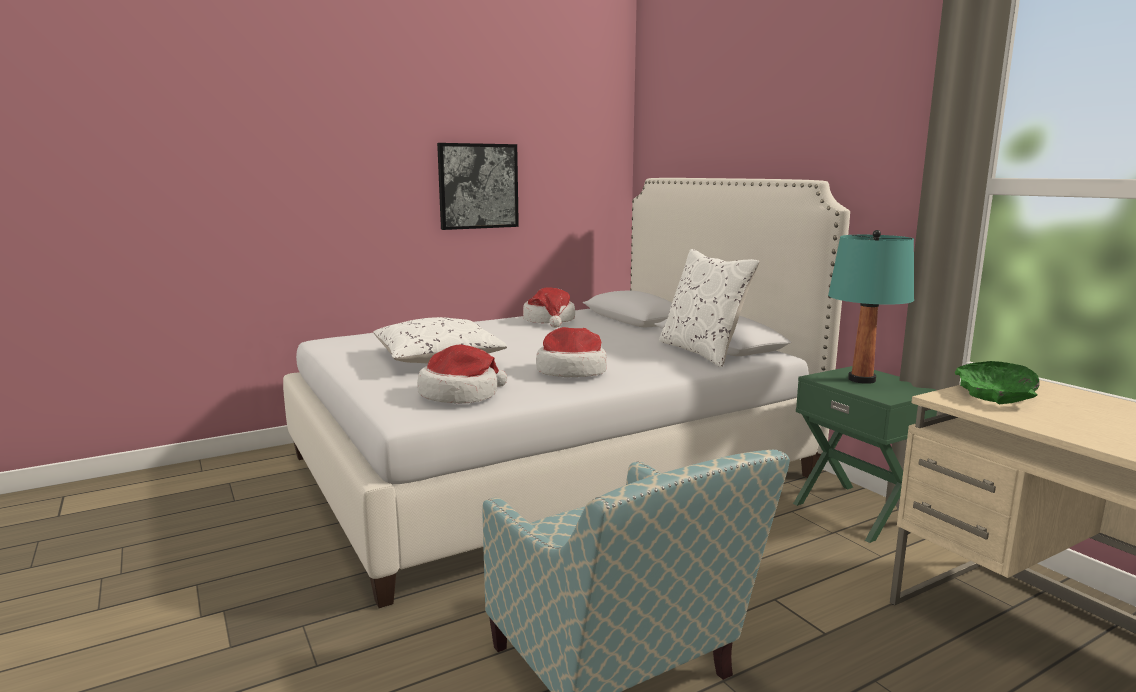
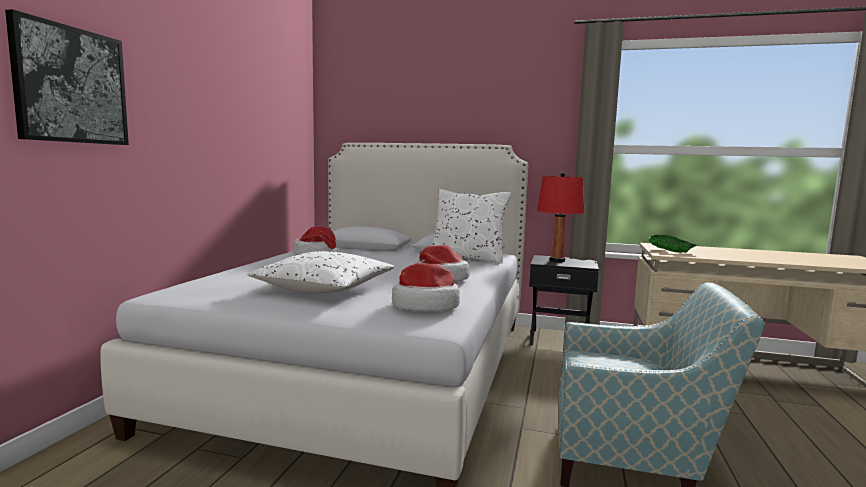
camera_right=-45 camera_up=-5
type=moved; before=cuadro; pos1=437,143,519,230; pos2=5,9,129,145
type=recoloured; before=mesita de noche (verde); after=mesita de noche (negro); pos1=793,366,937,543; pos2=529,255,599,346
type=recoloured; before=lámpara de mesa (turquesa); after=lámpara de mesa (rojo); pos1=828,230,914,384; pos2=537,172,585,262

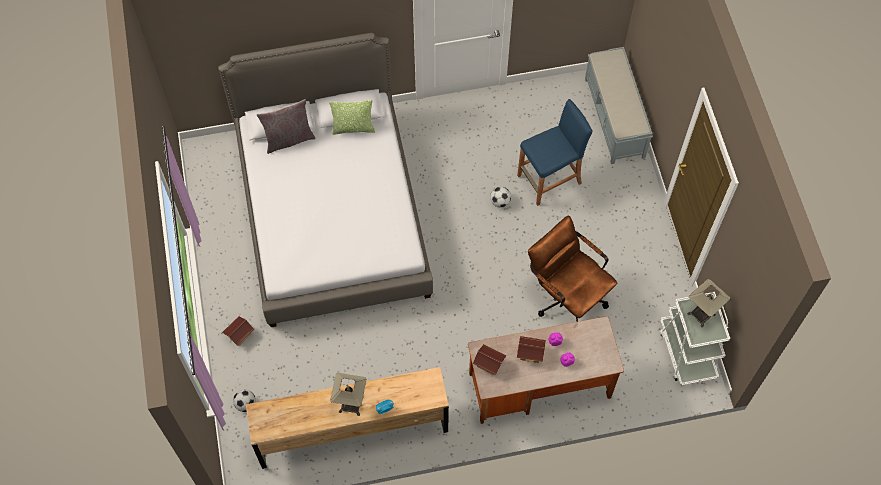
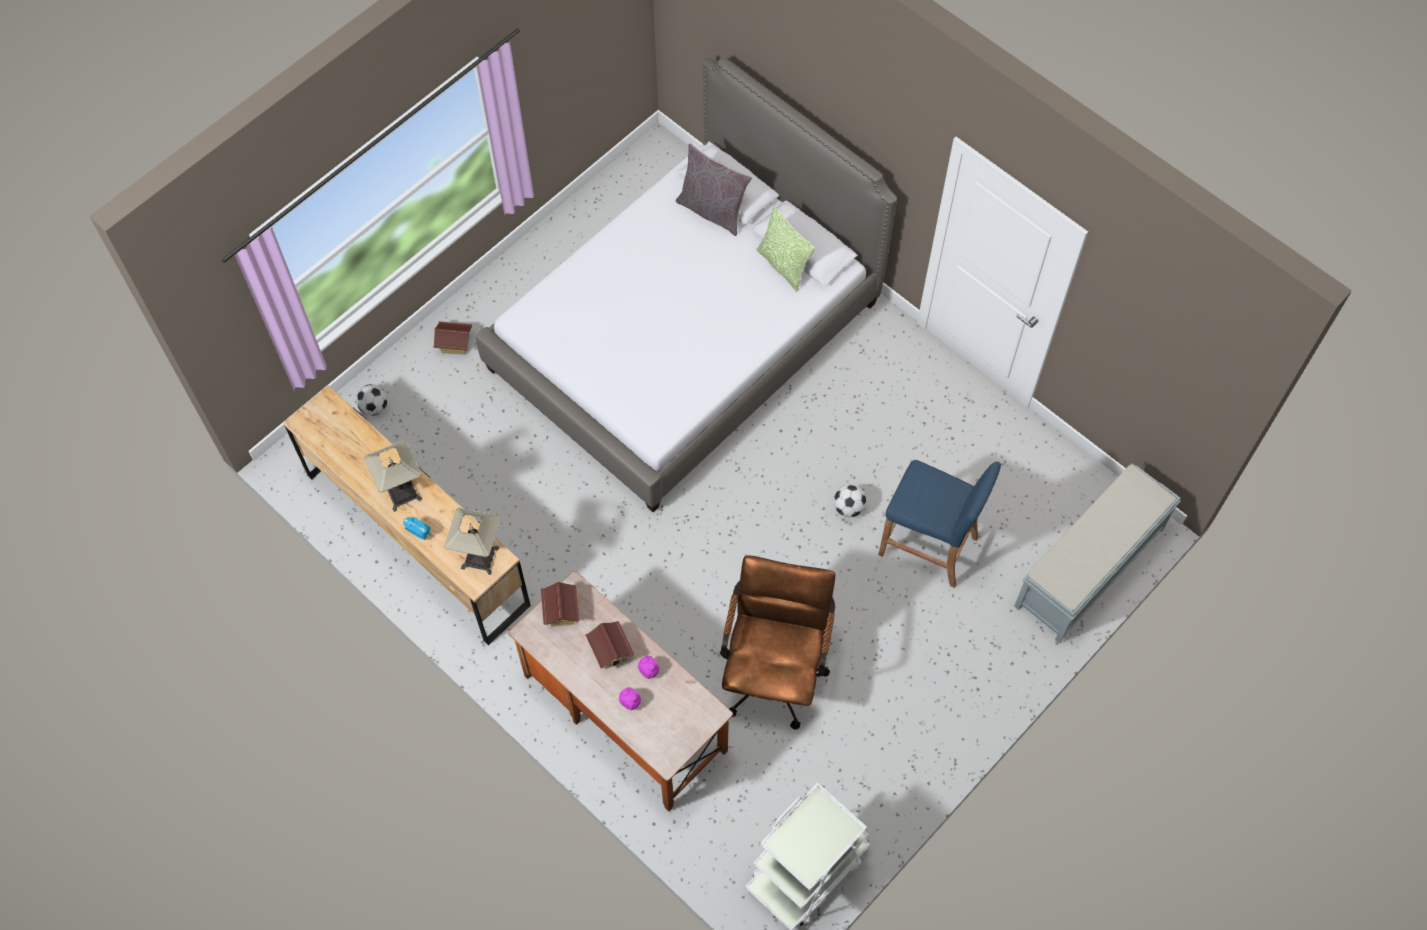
camera_right=55 camera_up=0
type=moved; before=lámpara de mesa; pos1=687,279,730,328; pos2=445,508,501,575

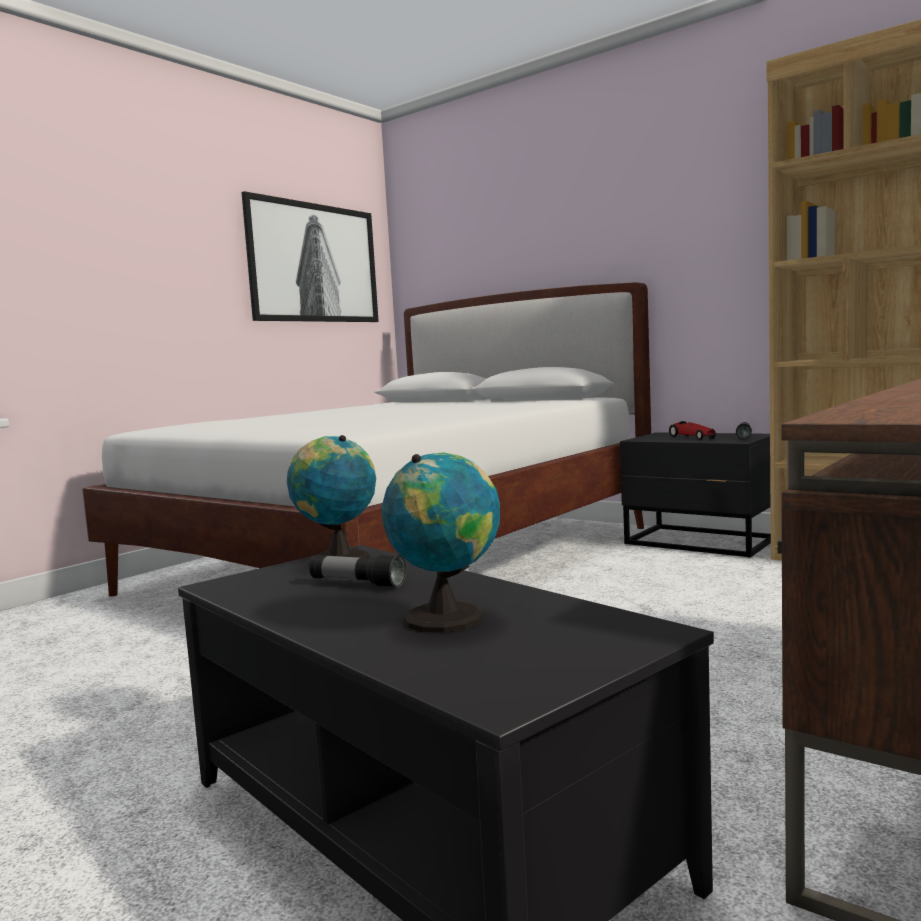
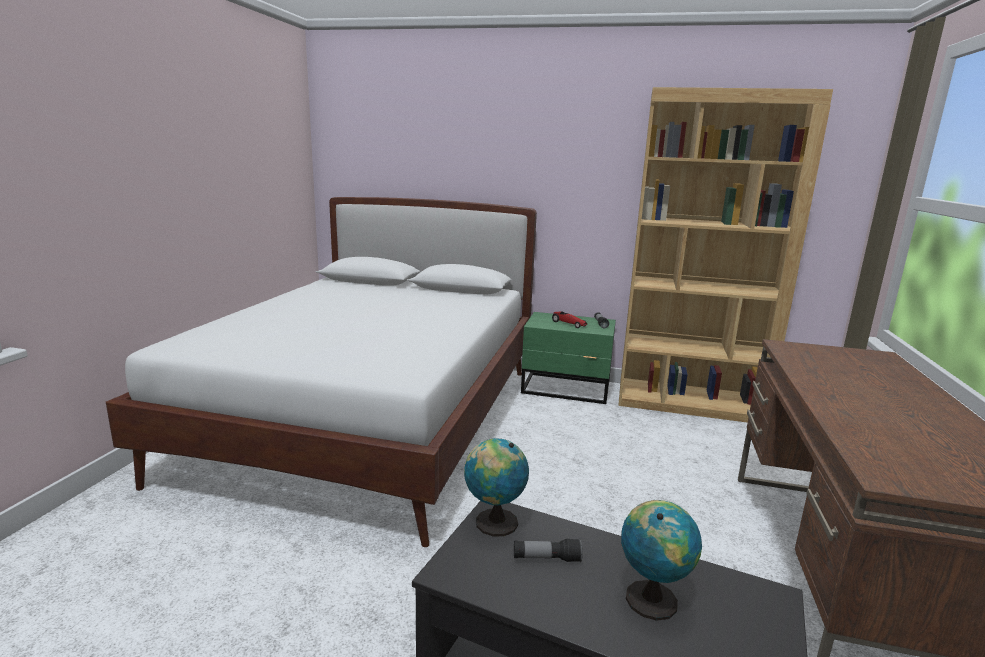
camera_right=-25 camera_up=10
type=recoloured; before=mesita de noche (negro); after=mesita de noche (verde); pos1=620,432,771,557; pos2=521,312,616,404
type=removed; before=cuadro; pos1=241,191,379,322

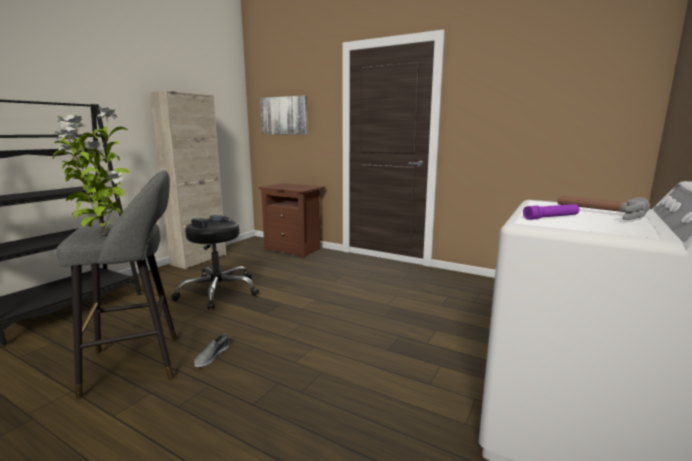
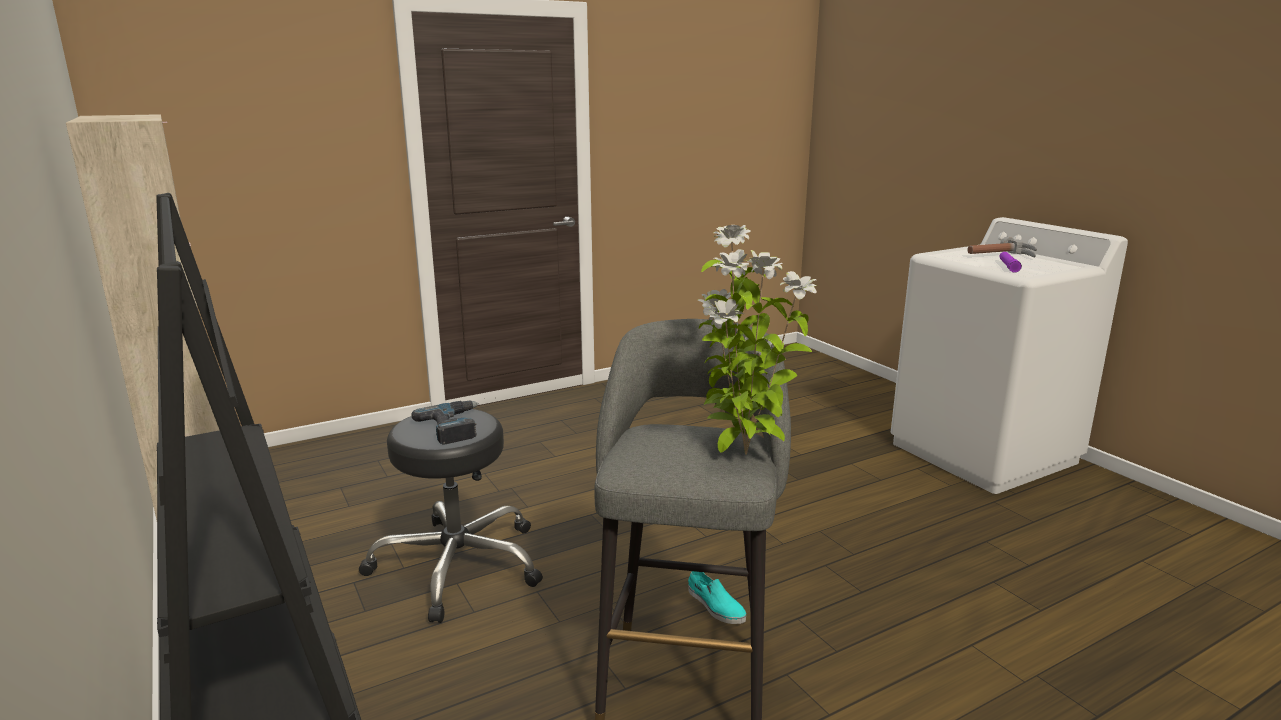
camera_right=-60 camera_up=5
type=recoloured; before=zapato (gris); after=zapato (turquesa); pos1=194,334,229,367; pos2=688,571,746,624
type=removed; before=mesita de noche (marrón); pos1=258,183,325,259
type=removed; before=cuadro; pos1=260,96,308,135

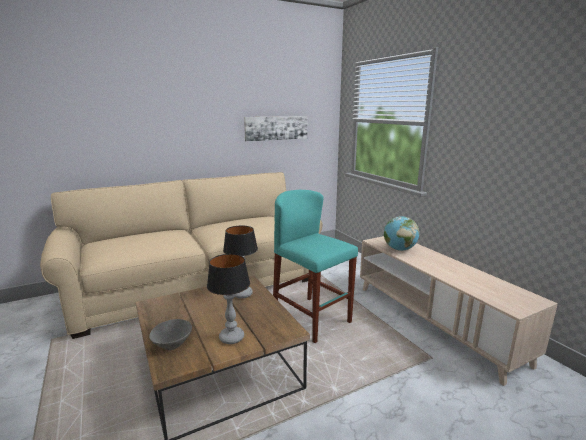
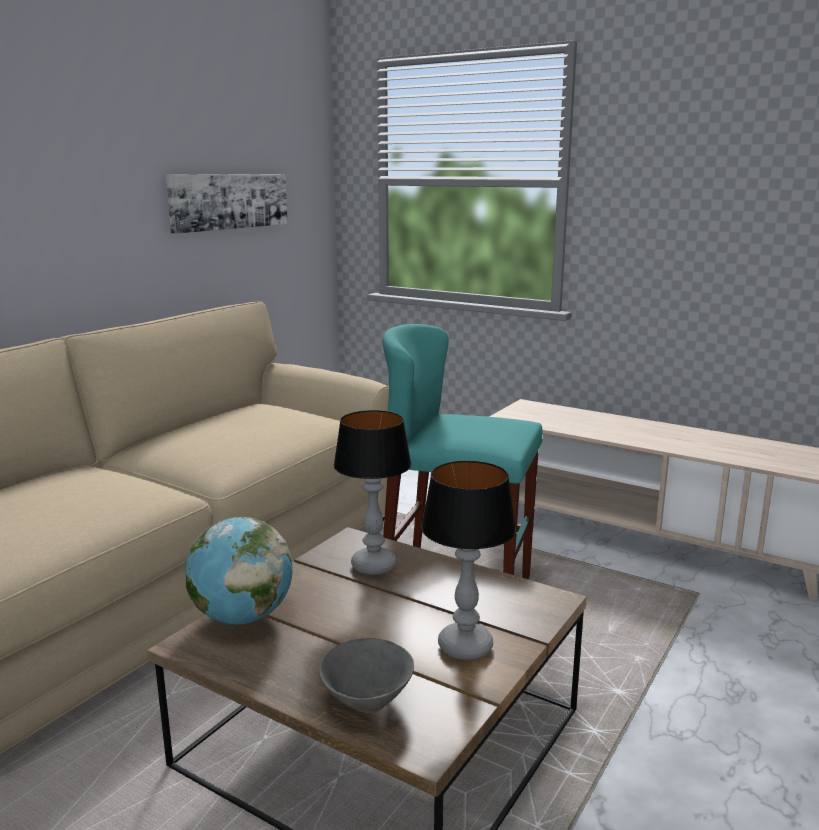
camera_right=-30 camera_up=0
type=moved; before=globo terráqueo; pos1=384,216,419,251; pos2=185,517,293,625

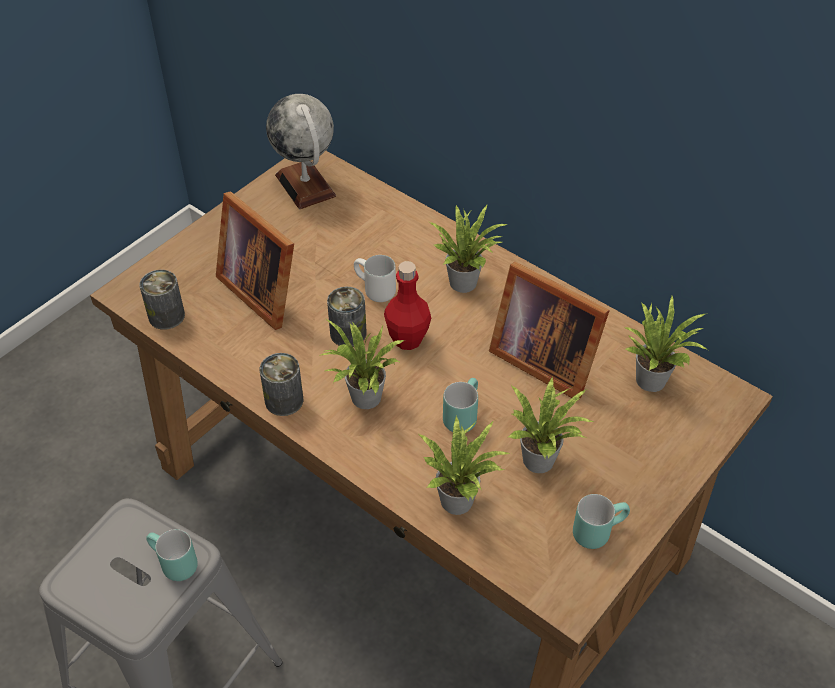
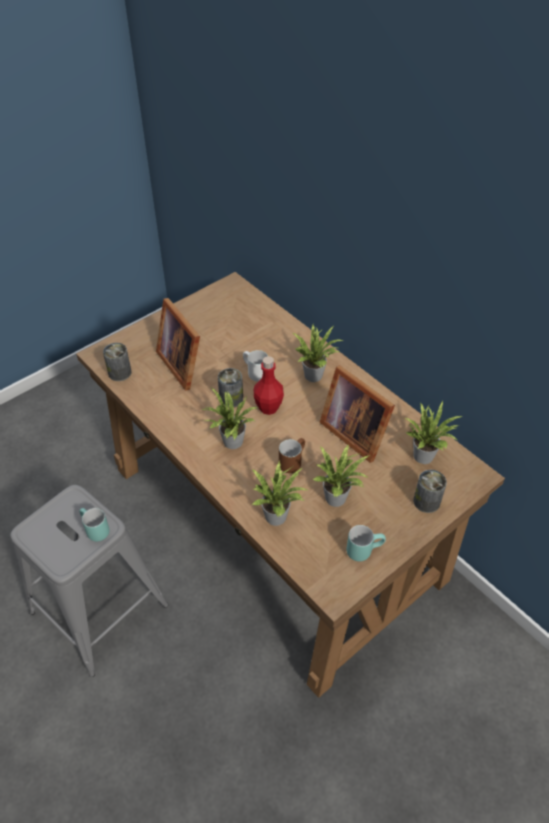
camera_right=10 camera_up=0
type=recoloured; before=taza grande (turquesa); after=taza grande (marrón); pos1=443,378,478,432; pos2=279,438,305,473
type=moved; before=lata; pos1=260,353,303,416; pos2=413,470,447,513
type=removed; before=globo terráqueo; pos1=266,94,336,209

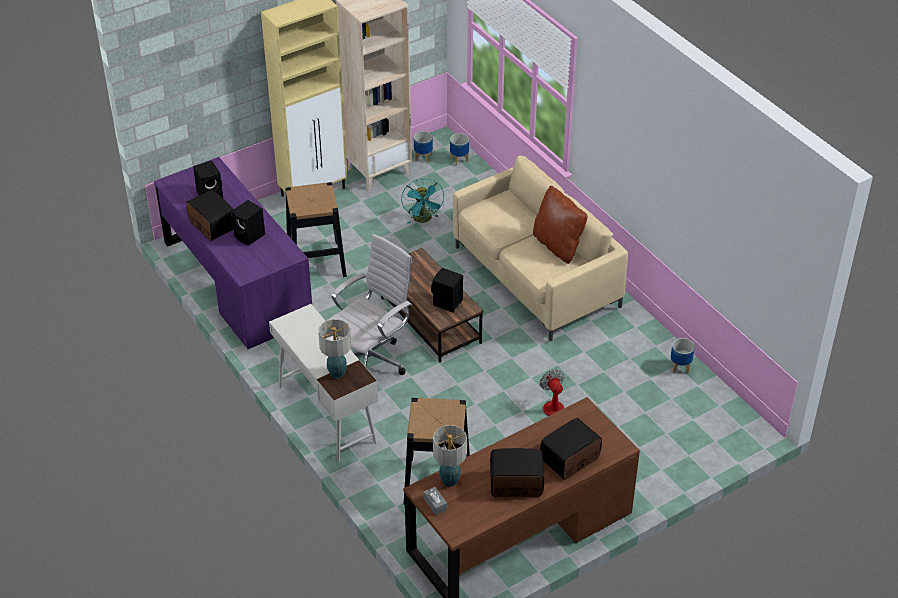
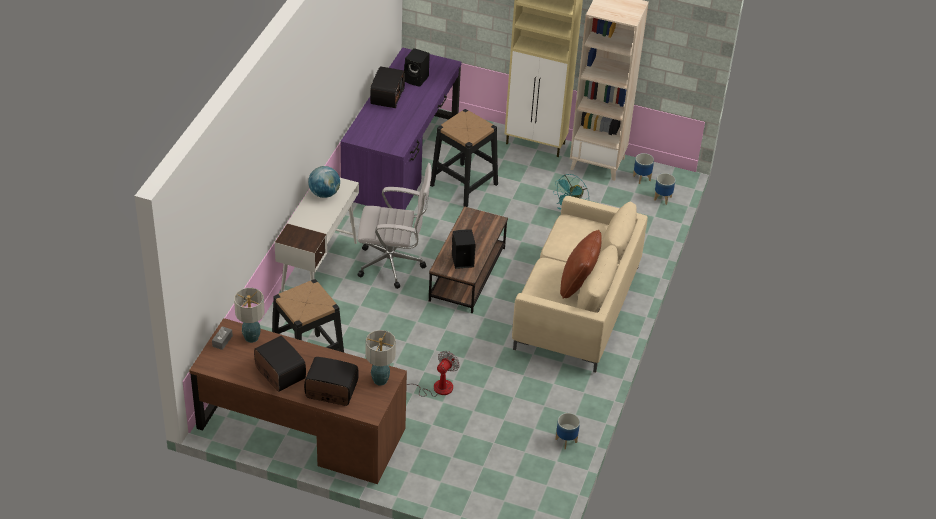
camera_right=50 camera_up=0
type=added; after=globo terráqueo; pos2=308,166,340,198
type=moved; before=lámpara de mesa; pos1=318,319,351,378; pos2=365,330,396,386
type=removed; before=altavoz (negro); pos1=231,200,265,246

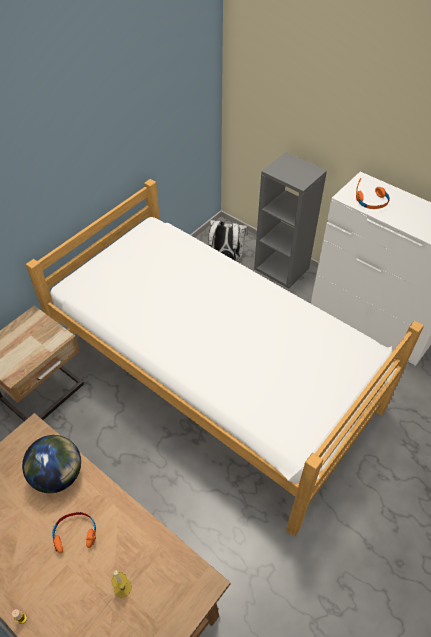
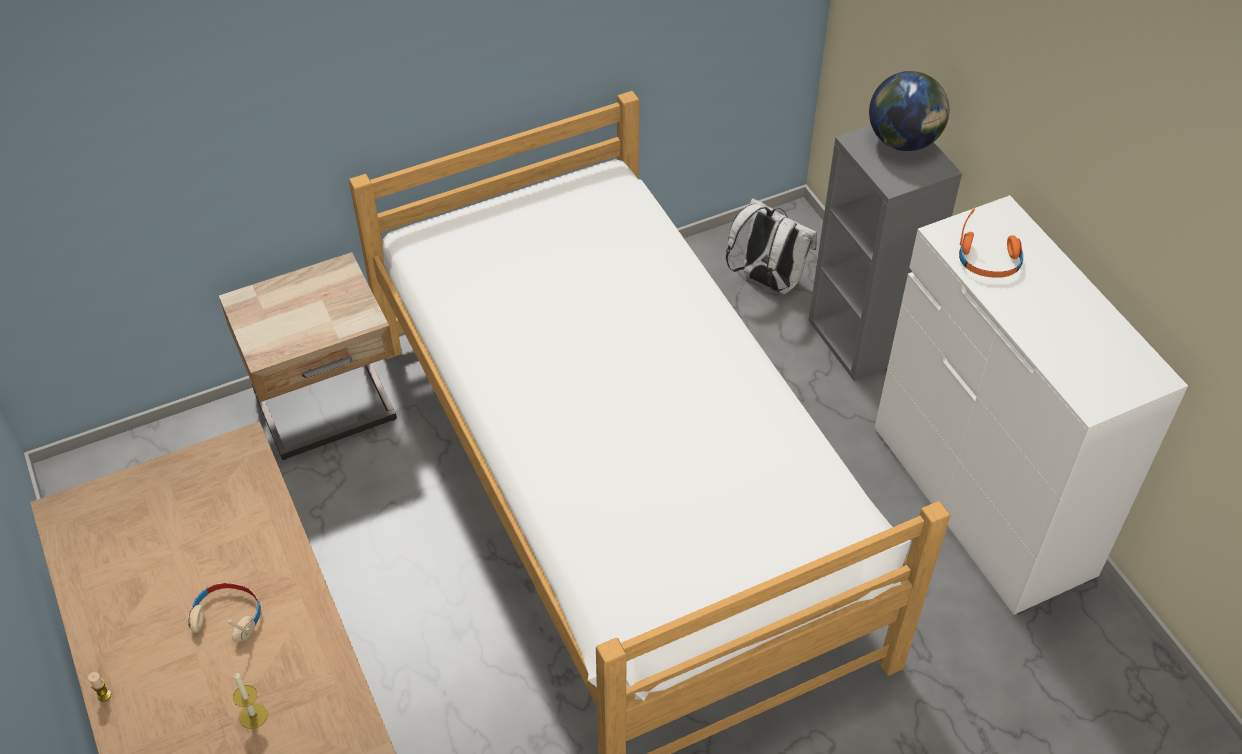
camera_right=25 camera_up=0
type=recoloured; before=auriculares (naranja); after=auriculares (beis); pos1=52,512,96,553; pos2=188,583,261,643
type=moved; before=globo terráqueo; pos1=22,435,81,493; pos2=869,71,949,151

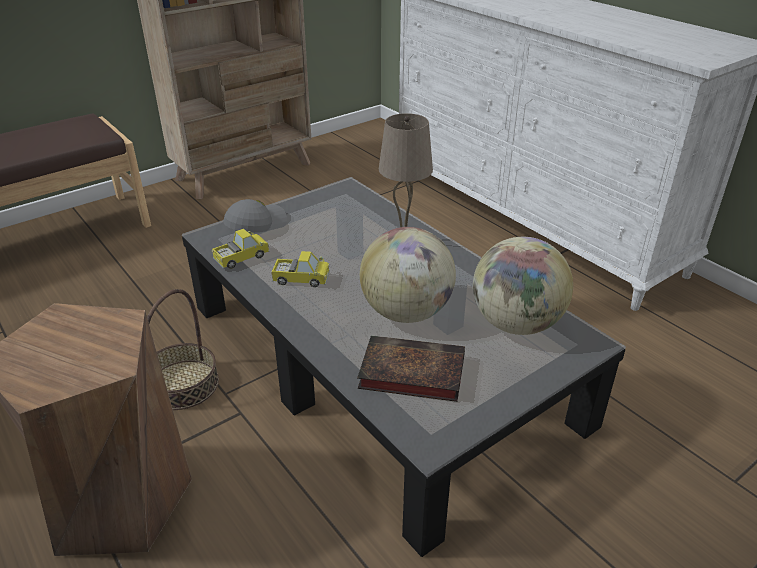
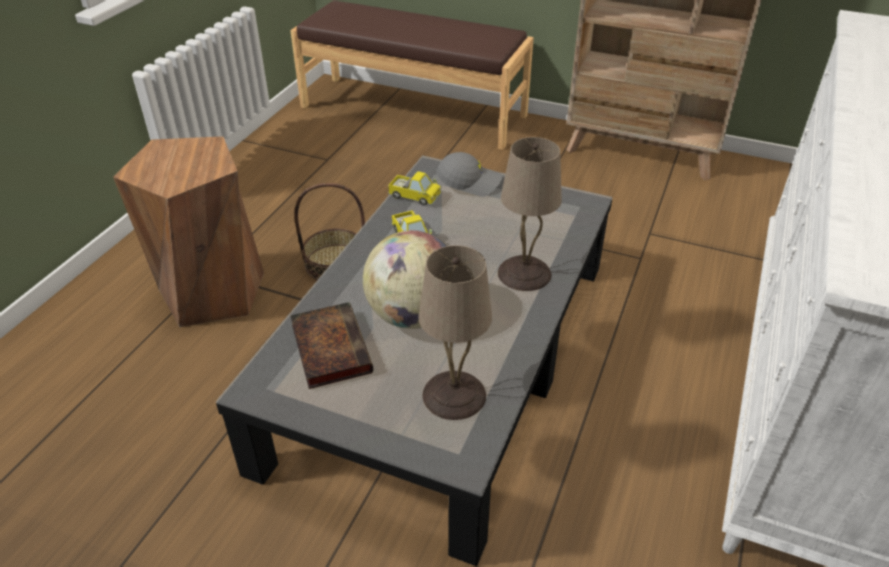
camera_right=60 camera_up=5
type=replaced; before=globo terráqueo; after=lámpara de mesa (beis); pos1=473,237,573,335; pos2=419,245,492,420

